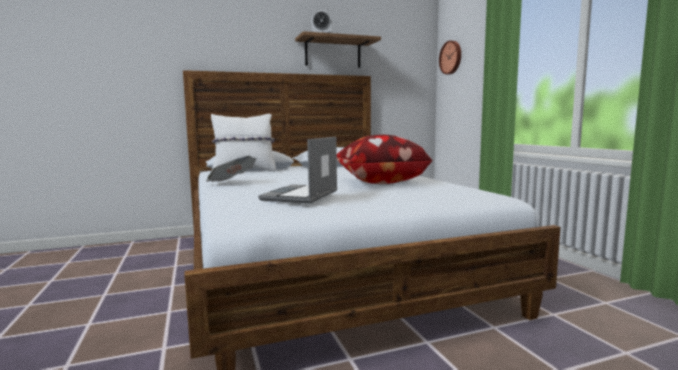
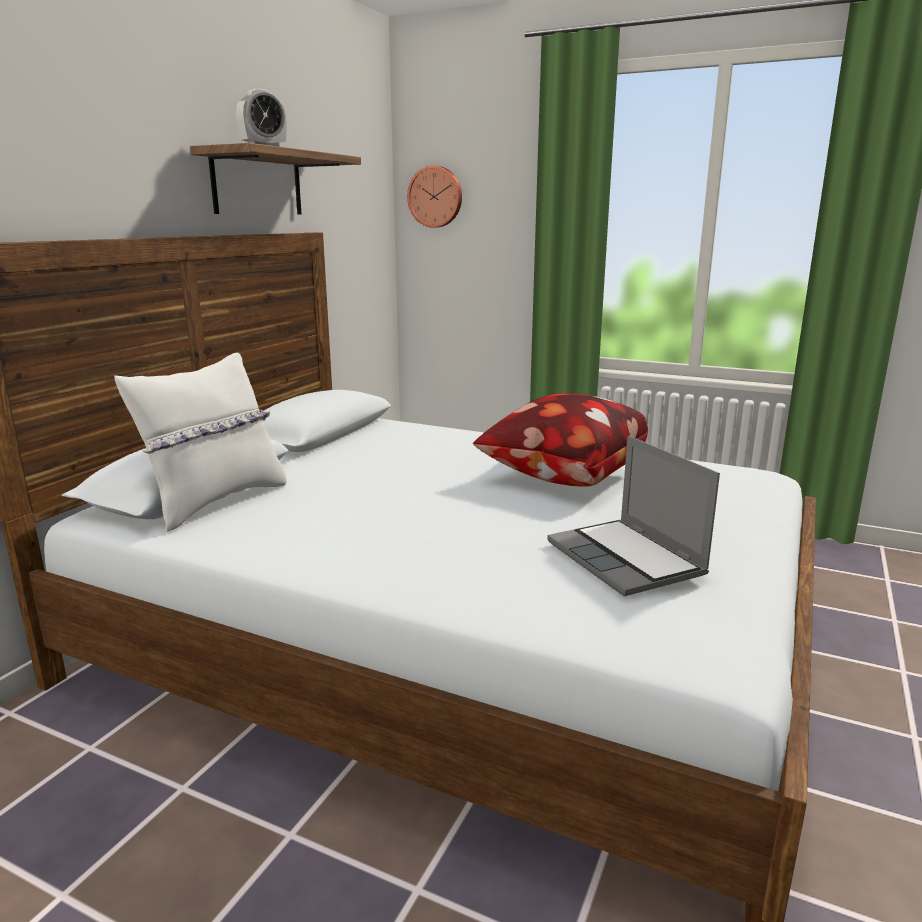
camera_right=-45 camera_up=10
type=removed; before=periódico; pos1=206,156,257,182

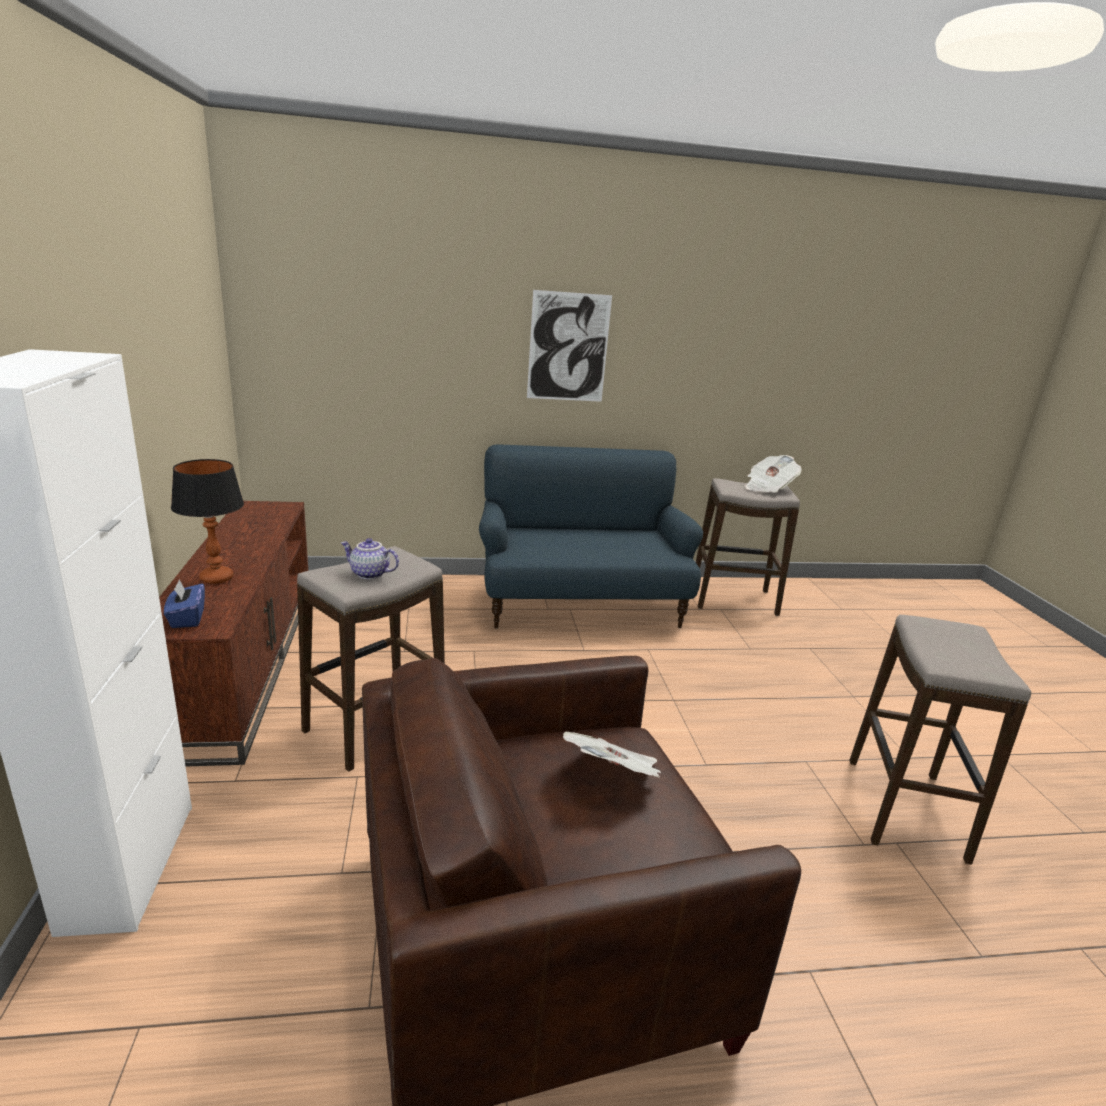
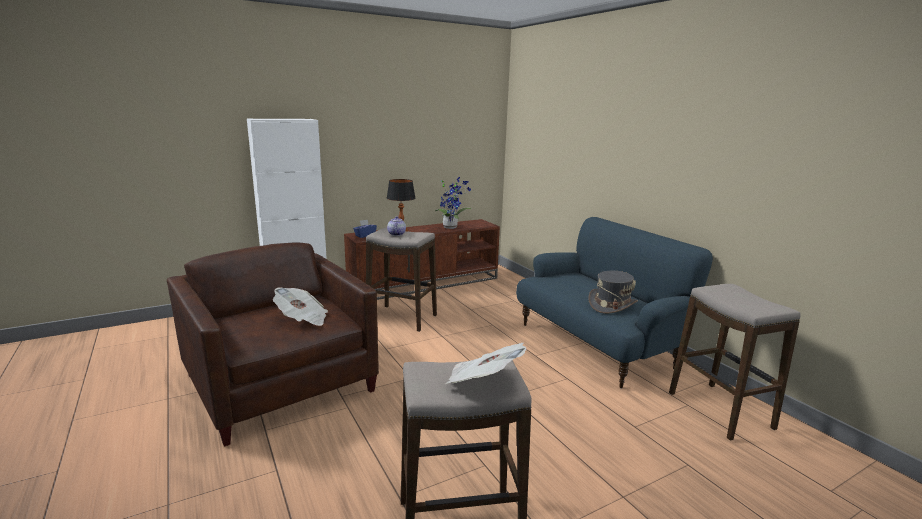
camera_right=70 camera_up=-5
type=added; after=planta en maceta; pos2=435,177,471,229
type=moved; before=periódico; pos1=745,455,802,493; pos2=446,343,526,384
type=added; after=sombrero (gris); pos2=588,271,638,314
type=removed; before=cuadro; pos1=527,290,612,402

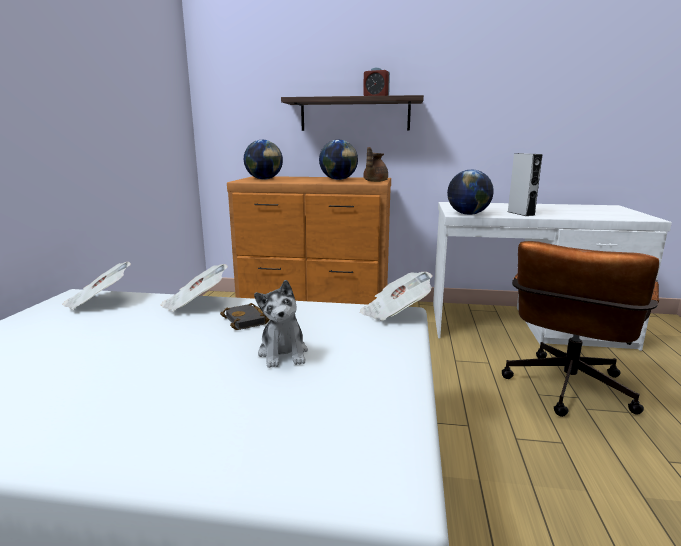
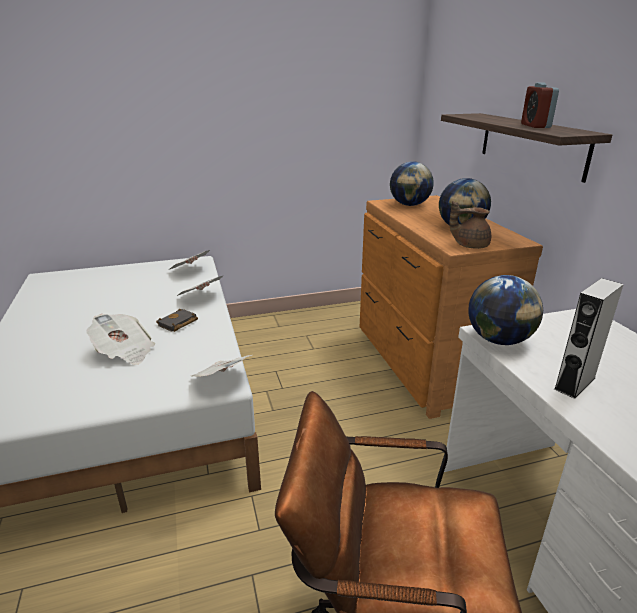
camera_right=65 camera_up=10
type=replaced; before=peluche; after=periódico; pos1=254,280,308,368; pos2=86,314,155,365

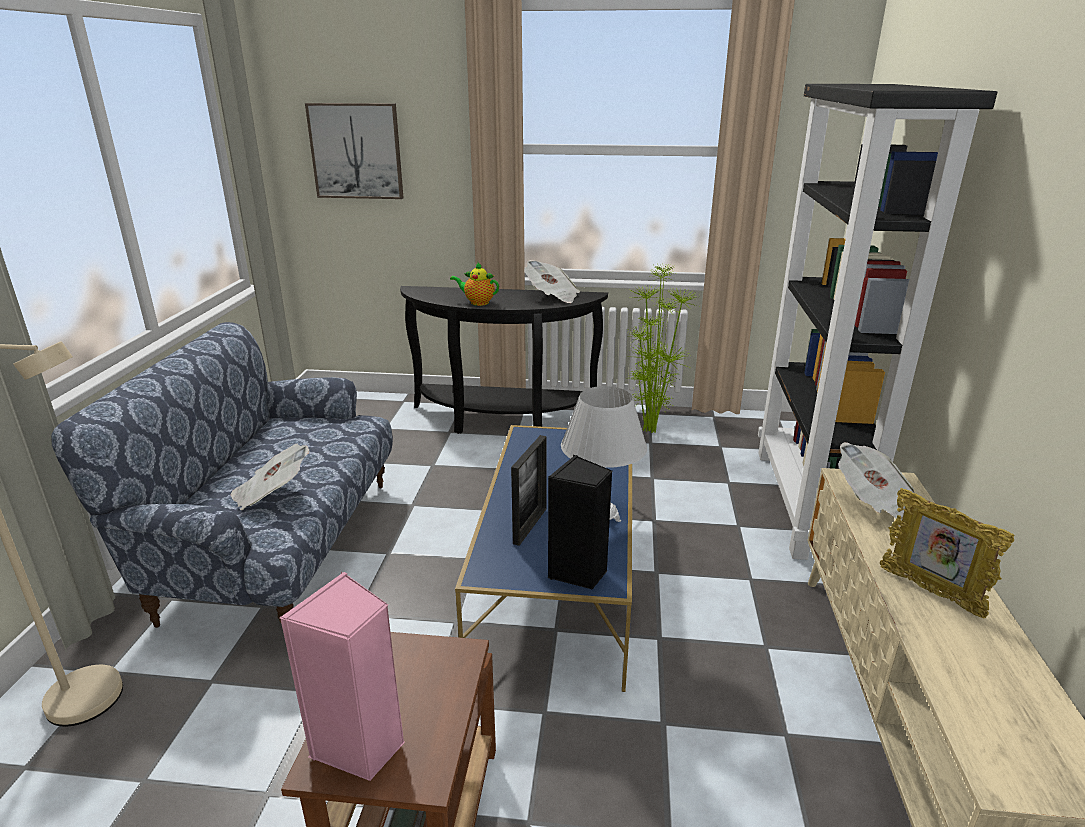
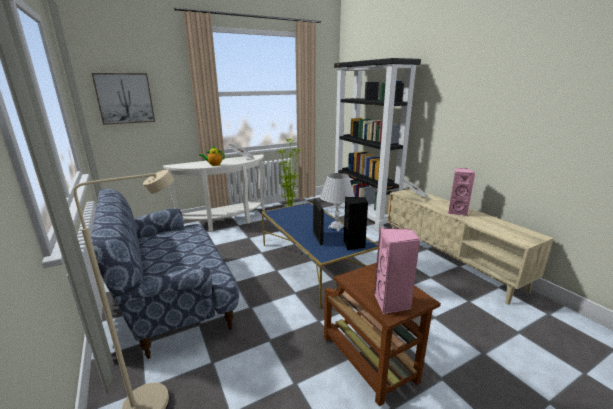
camera_right=-35 camera_up=-5
type=recoloured; before=mesa consola (negro); after=mesa consola (blanco); pos1=400,286,608,434; pos2=163,154,265,232
type=replaced; before=portarretratos; after=altavoz (rosa); pos1=880,488,1014,619; pos2=448,168,476,216
type=removed; before=periódico; pos1=230,444,309,511

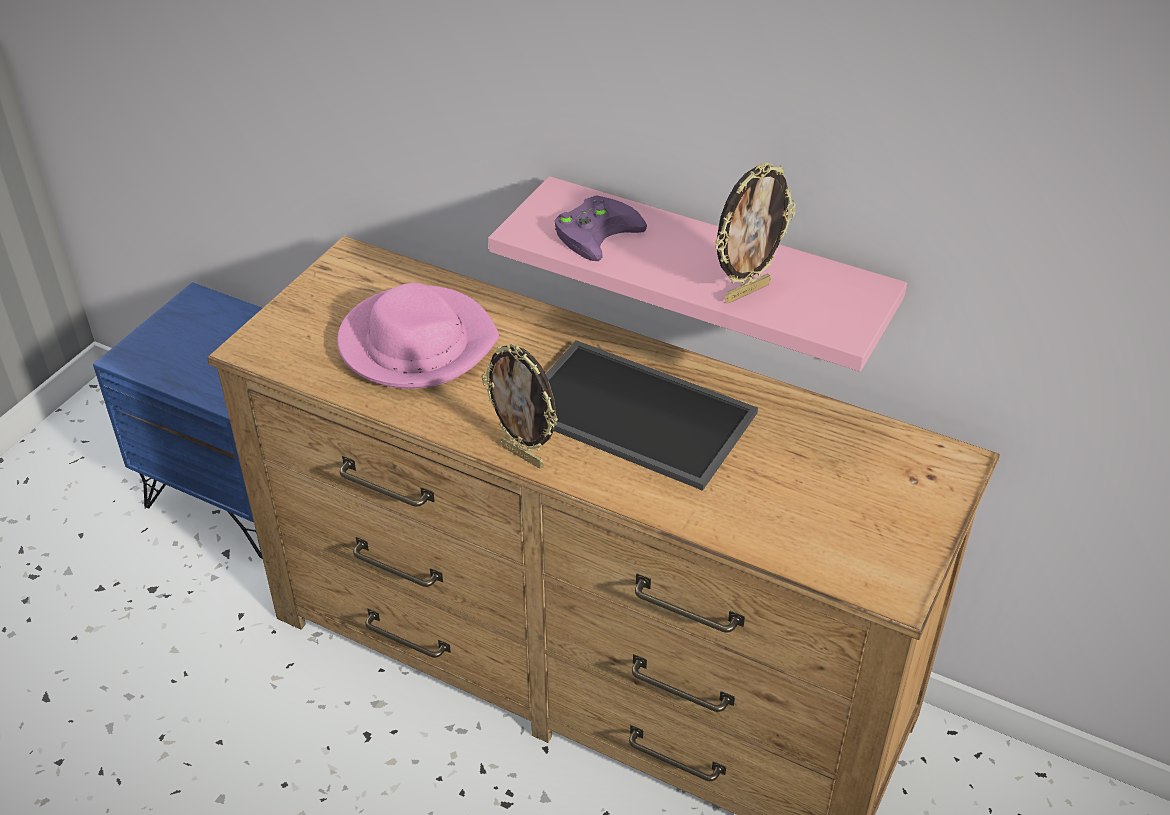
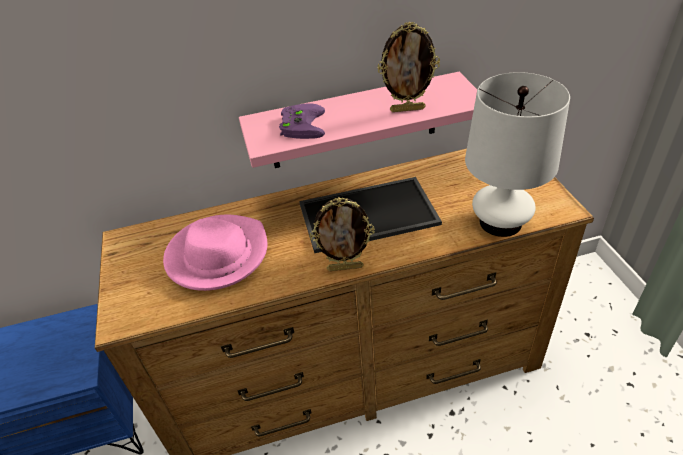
camera_right=-40 camera_up=0
type=turned; before=portarretratos; pos1=715,163,796,303; pos2=377,22,440,112; turn=75
type=added; after=lámpara de mesa (blanco); pos2=465,72,570,237

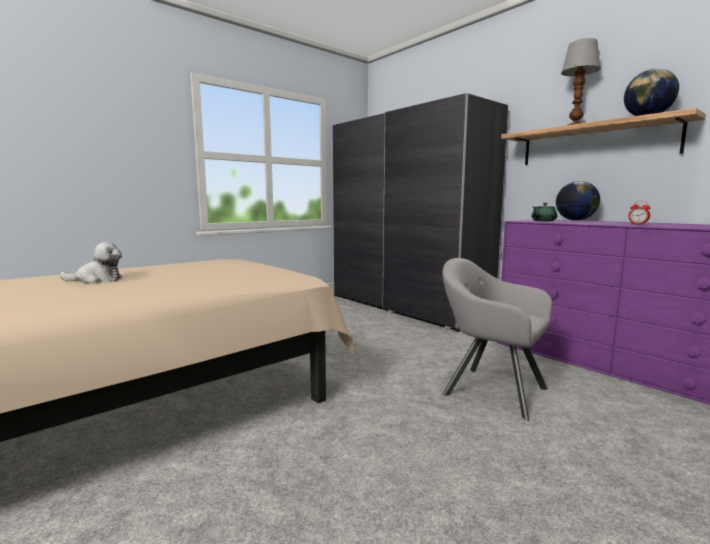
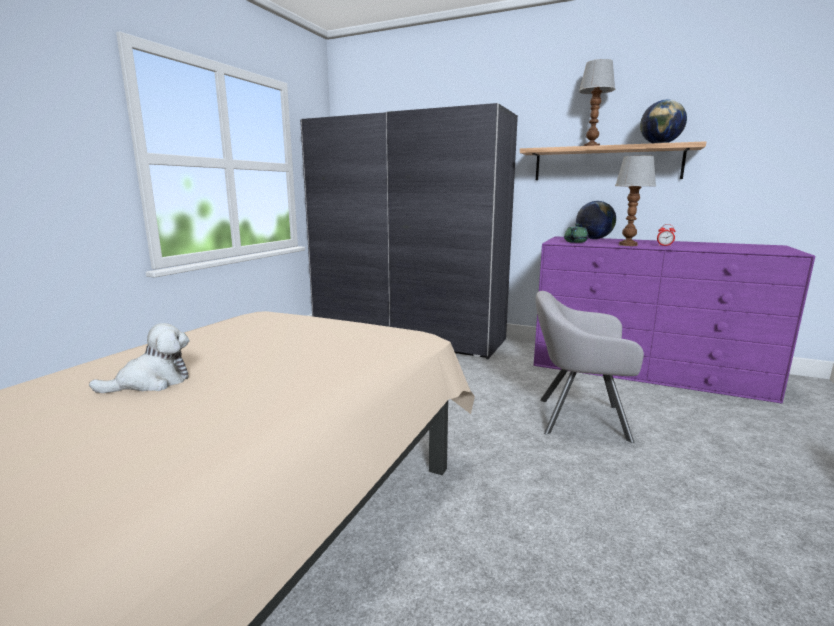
camera_right=-25 camera_up=5
type=added; after=lámpara de mesa; pos2=615,156,656,246

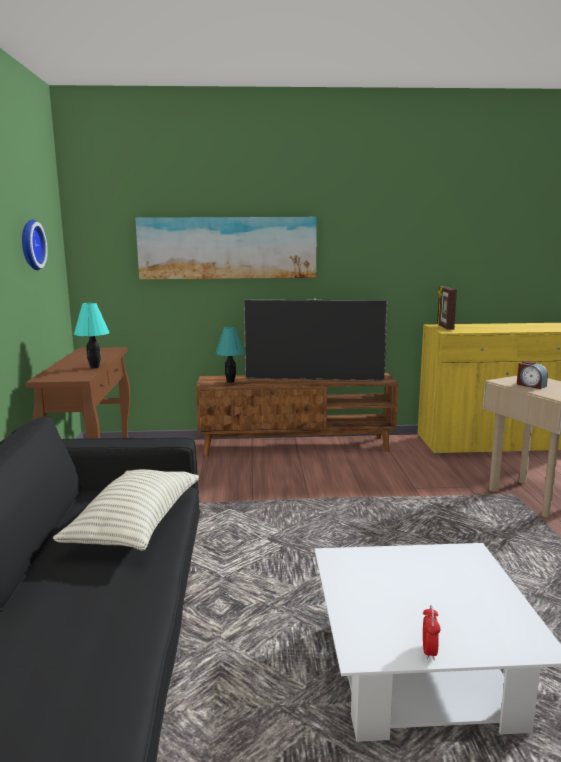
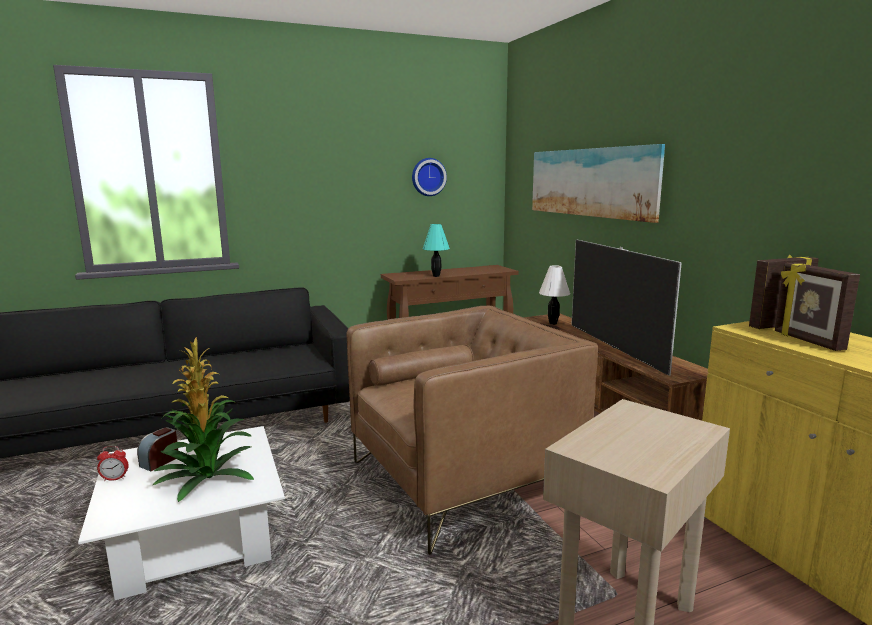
camera_right=70 camera_up=0
type=moved; before=despertador; pos1=517,361,548,389; pos2=137,428,178,471
type=added; after=planta en maceta; pos2=153,337,254,502
type=added; after=sillón (marrón); pos2=347,306,598,555
type=recoloured; before=lámpara de mesa (turquesa); after=lámpara de mesa (blanco); pos1=215,327,245,383; pos2=539,265,570,325
type=added; after=portarretratos; pos2=775,263,860,351
type=removed; before=cojín; pos1=53,469,199,551

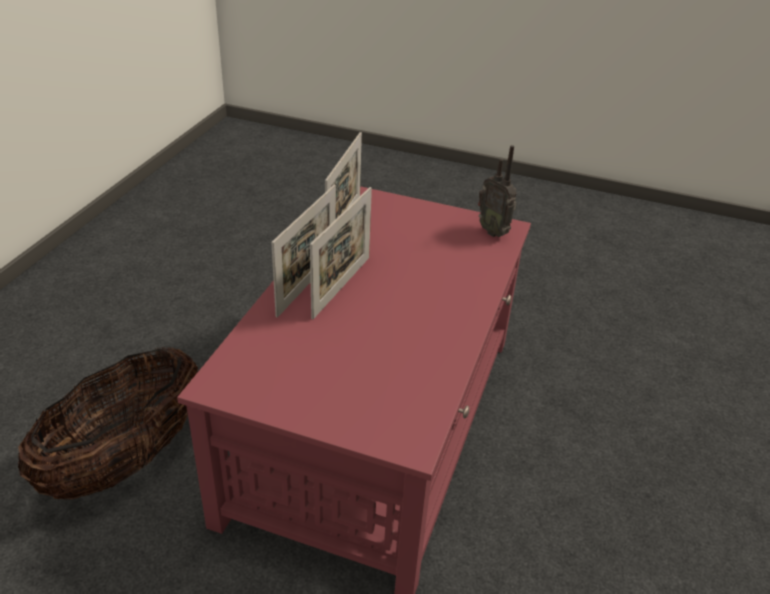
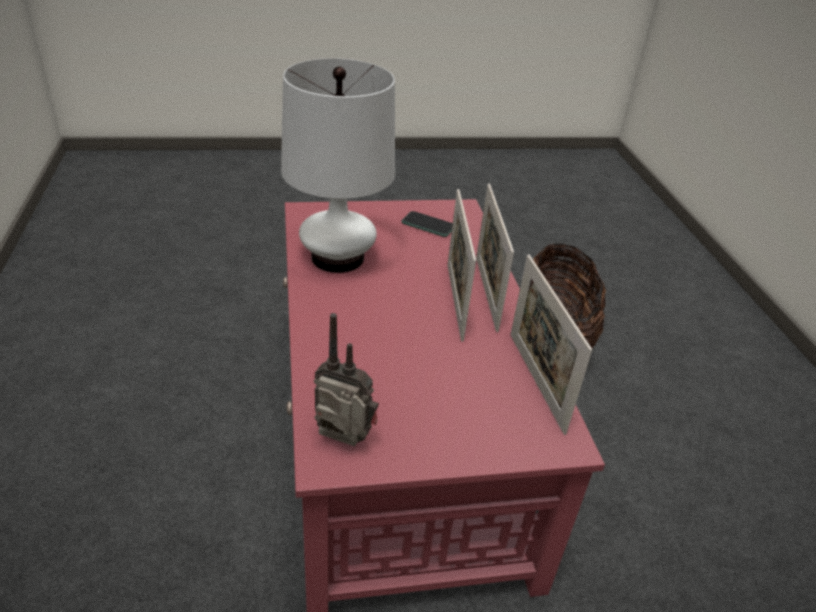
camera_right=150 camera_up=0
type=added; after=lámpara de mesa (blanco); pos2=281,58,395,273
type=added; after=móvil; pos2=401,211,453,237

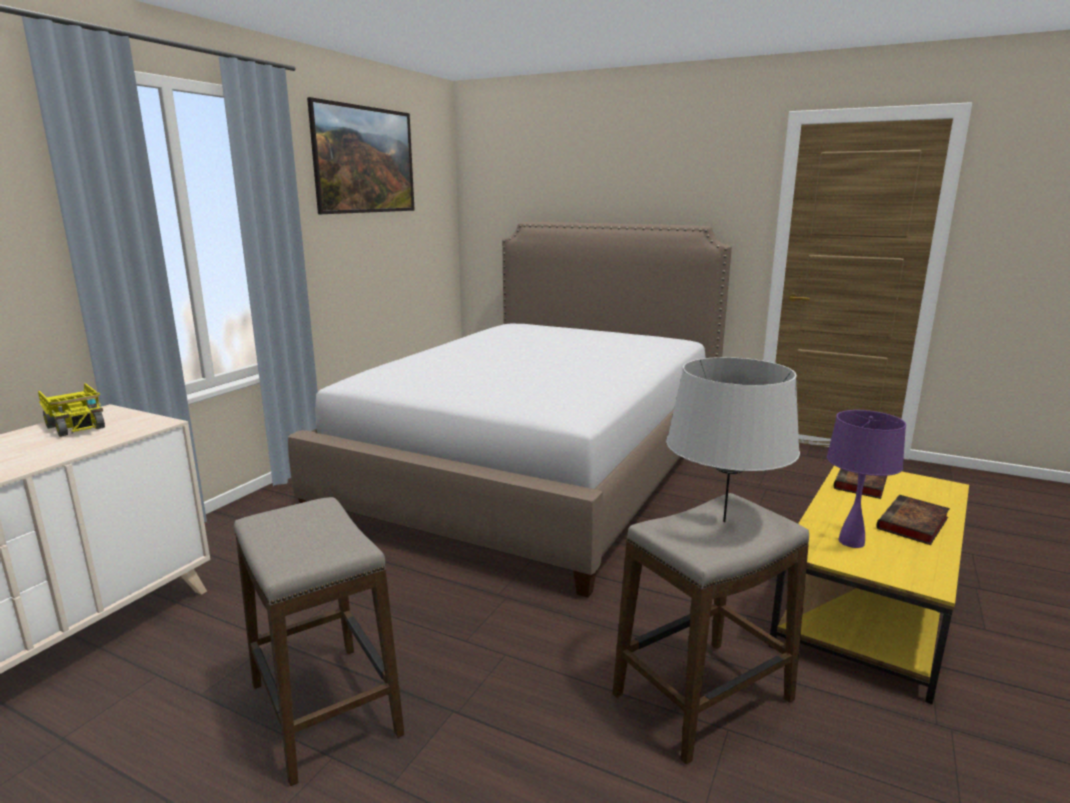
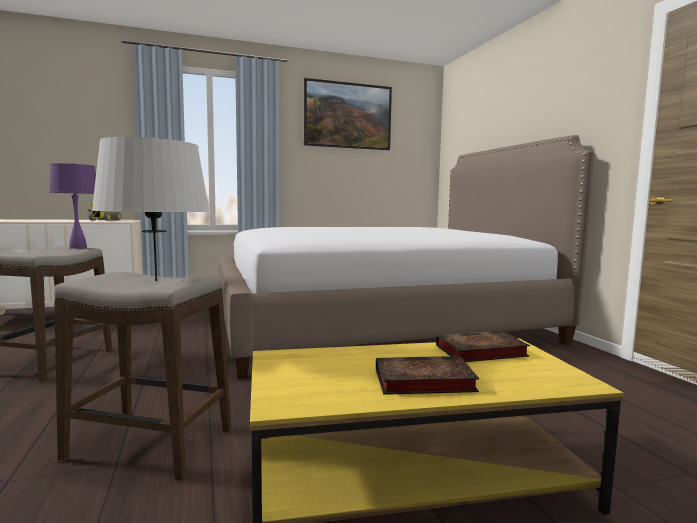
camera_right=45 camera_up=-10
type=moved; before=lámpara de mesa (morado); pos1=827,410,906,548; pos2=49,163,96,249

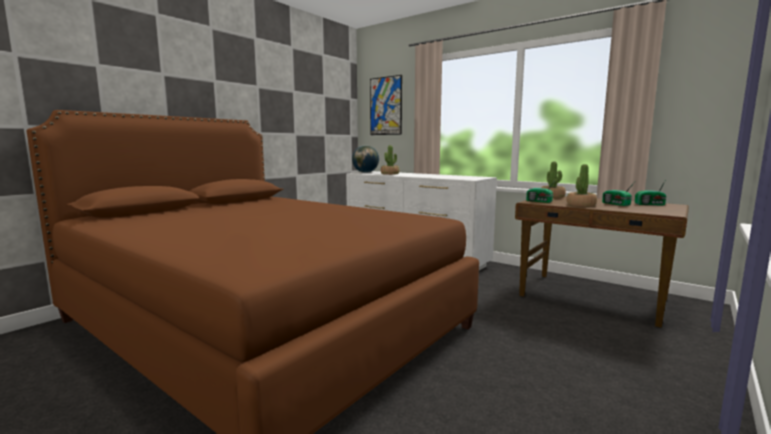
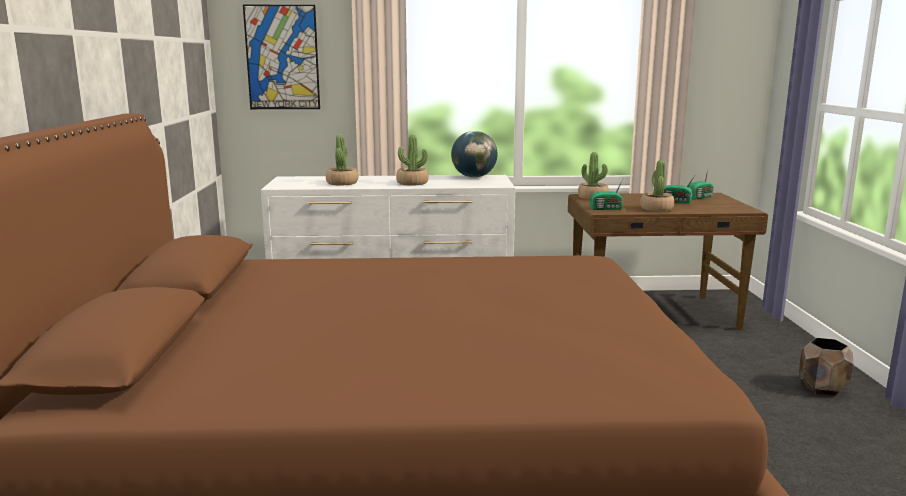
camera_right=-40 camera_up=5
type=added; after=planta en maceta; pos2=396,135,428,186
type=moved; before=globo terráqueo; pos1=352,145,379,173; pos2=451,131,498,178
type=added; after=maceta (marrón); pos2=799,338,853,396

